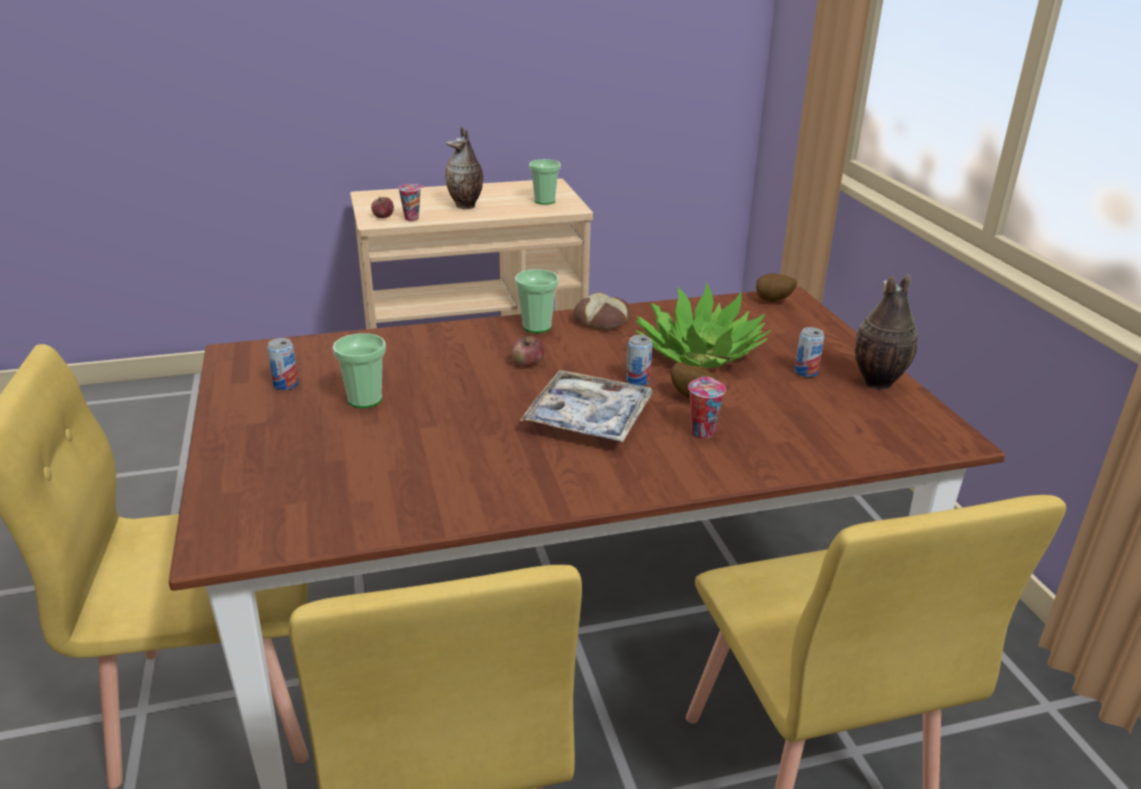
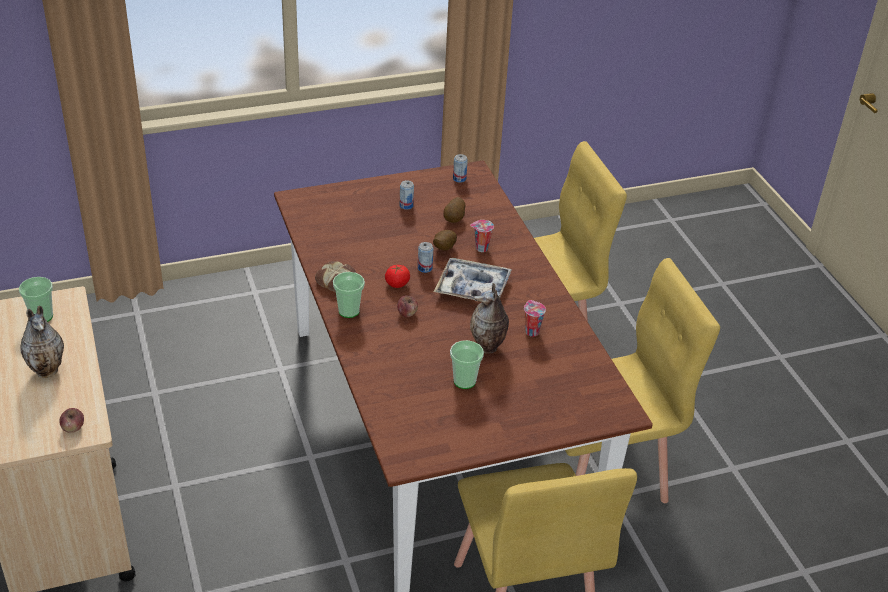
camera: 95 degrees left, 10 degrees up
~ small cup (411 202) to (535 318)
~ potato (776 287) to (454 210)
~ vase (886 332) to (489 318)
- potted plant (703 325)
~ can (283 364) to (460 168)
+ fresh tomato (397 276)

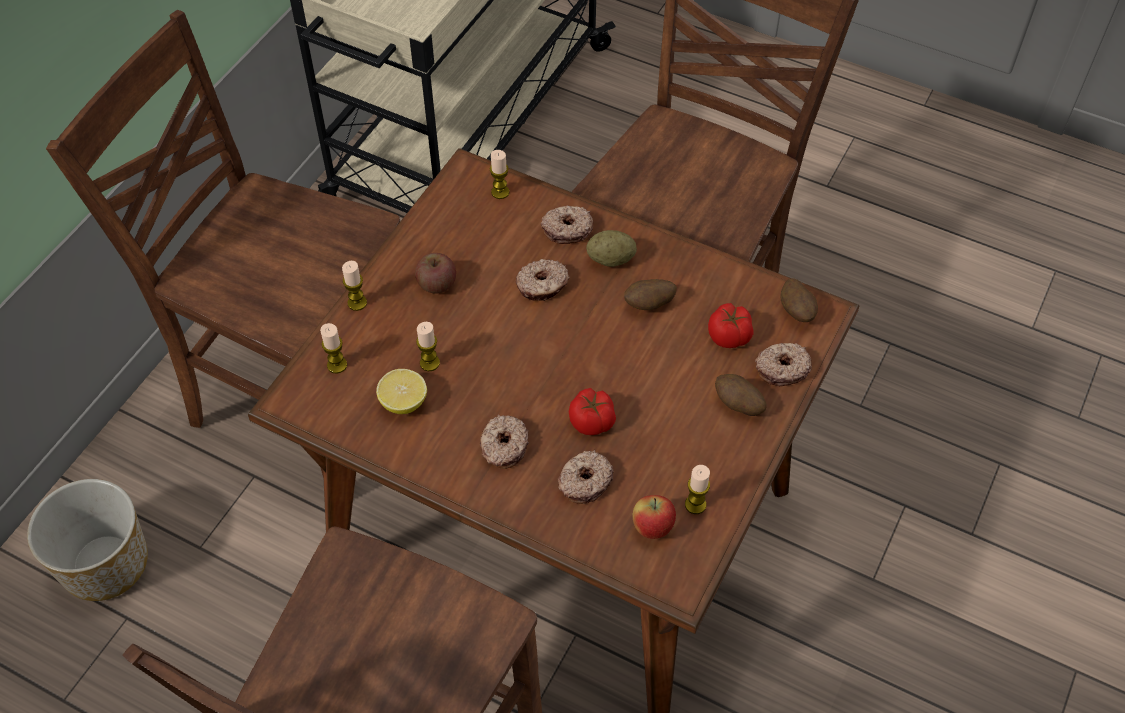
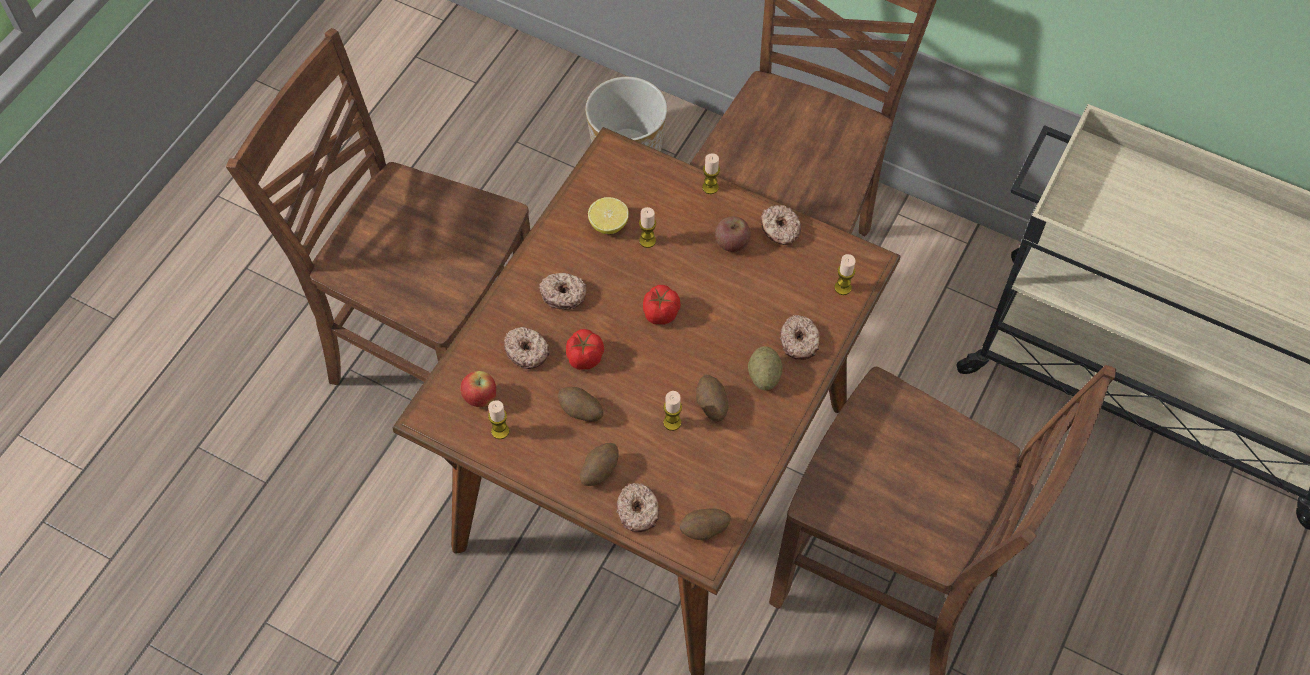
camera: 90 degrees right, 5 degrees up
~ ring doughnut (543 280) to (780 225)
~ fresh tomato (730 325) to (662 304)
~ candle (333 348) to (672 411)
+ potato (580 404)

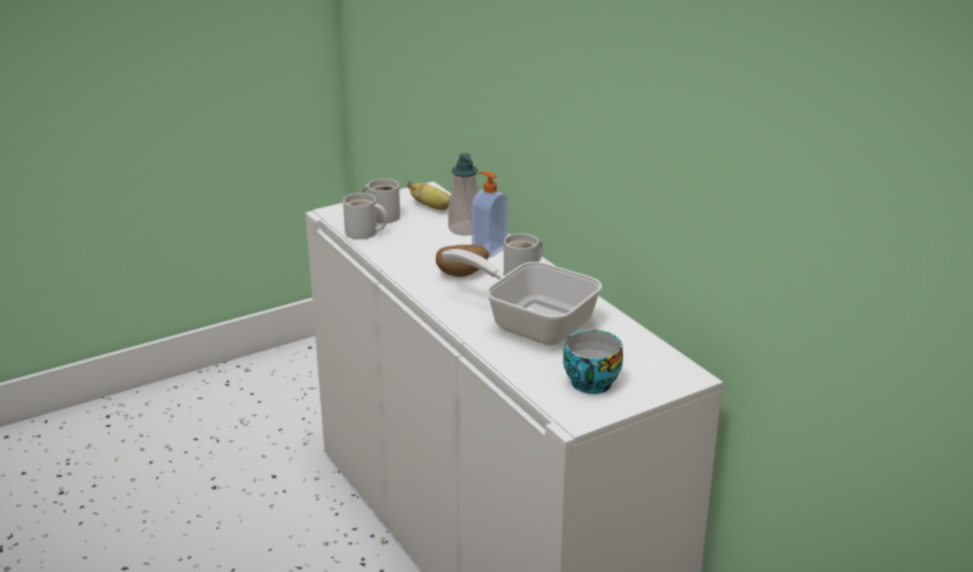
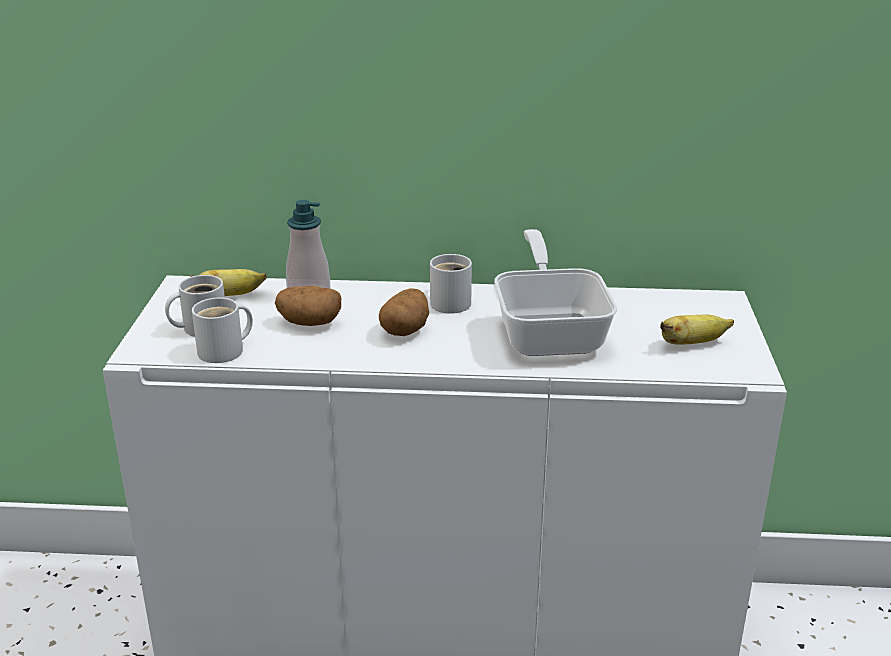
camera: 55 degrees left, 0 degrees up
- soap dispenser (490 214)
~ pan (522 297) = (555 292) 105 degrees clockwise
~ small cup (593 362) to banana (697 330)
+ potato (308 306)

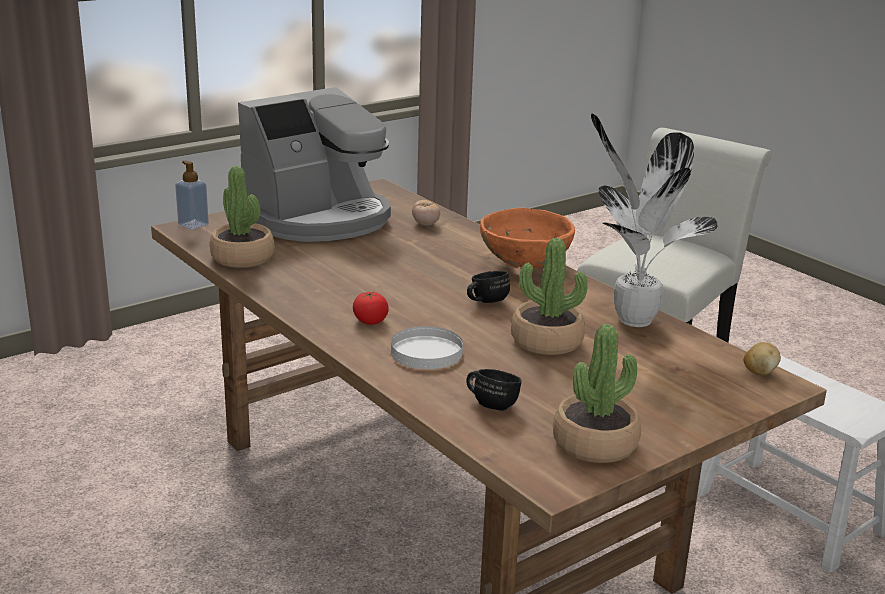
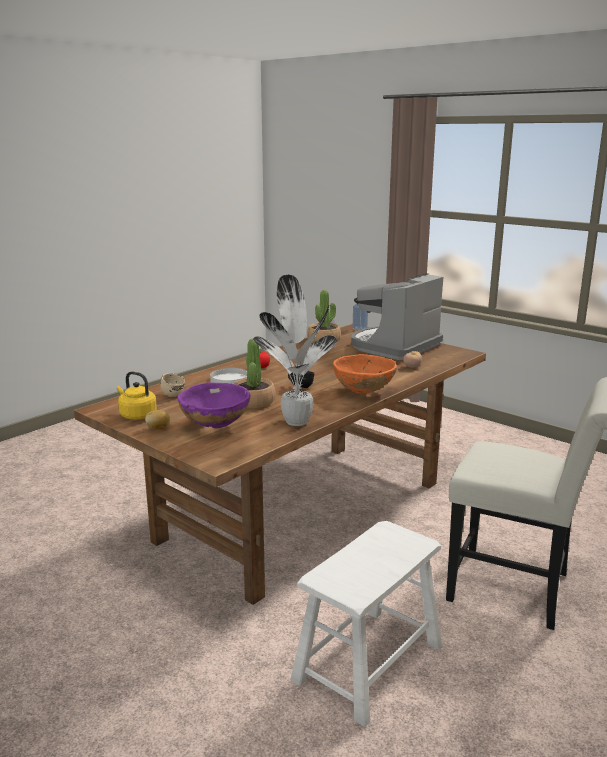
camera: 80 degrees right, 5 degrees down
~ coffee maker (314 164) = (397 316) 90 degrees clockwise
~ potted plant (597 393) to yellowish tea kettle (137 395)
~ potato (762 358) to (157 419)
~ black coffee mug (494 390) to beige-coloured coffee mug (172 385)
+ purple bowl (213 405)

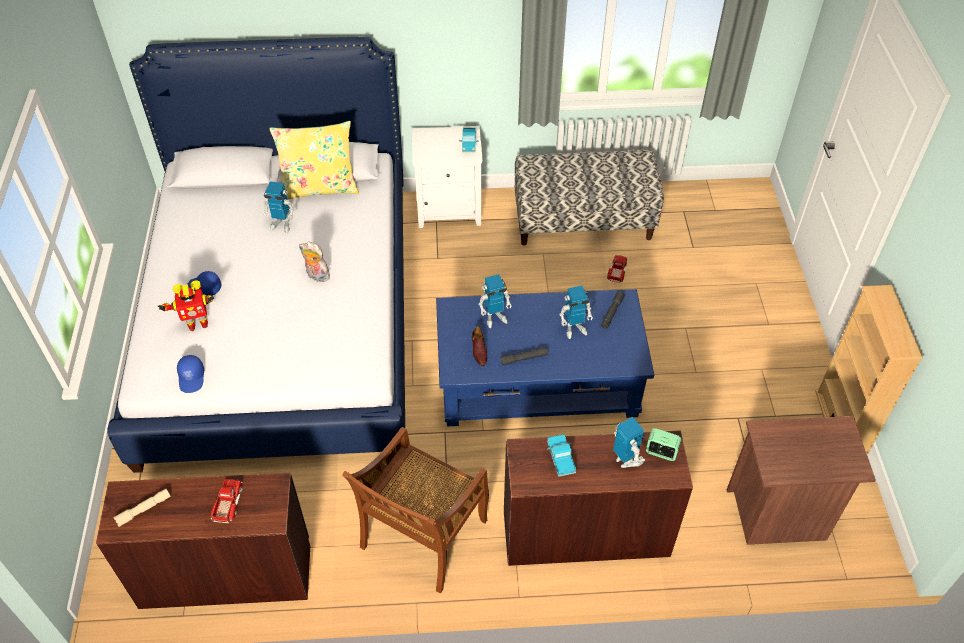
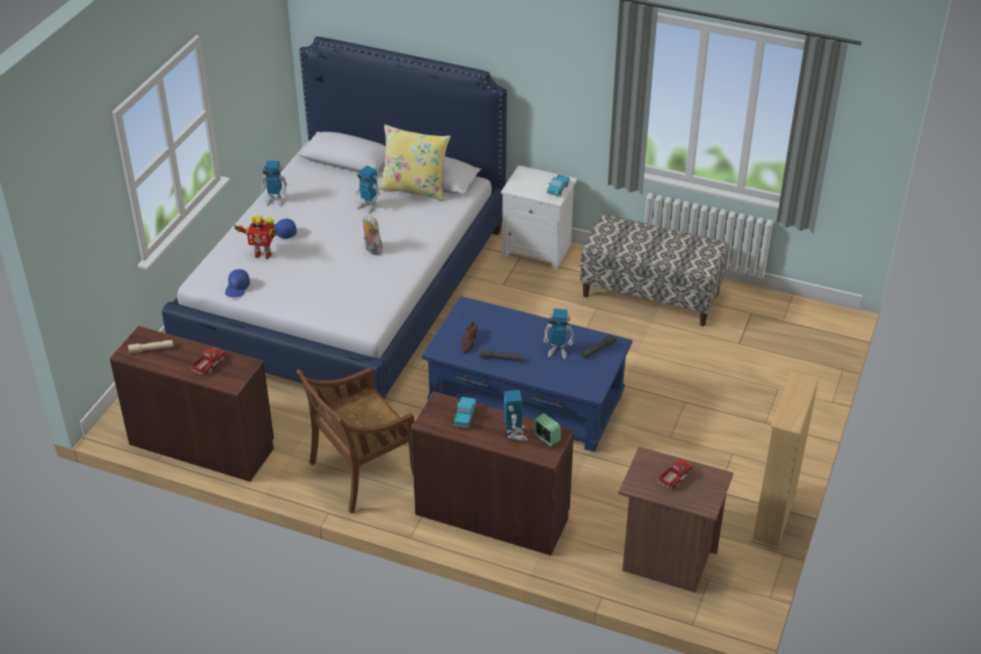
camera: 25 degrees right, 10 degrees down
~ model truck (617 269) to (675 474)
~ robot figure (495 301) to (274 183)

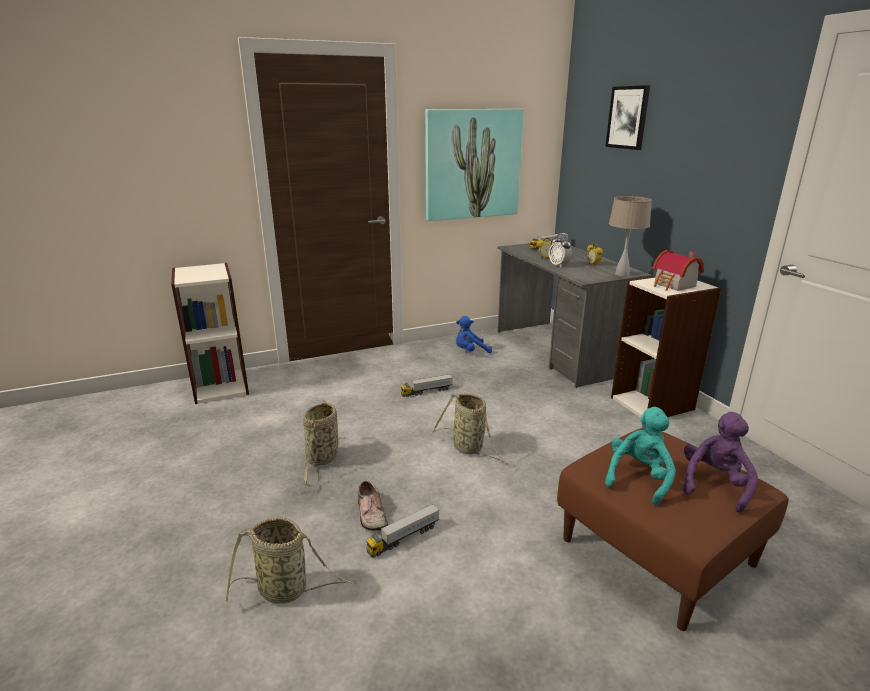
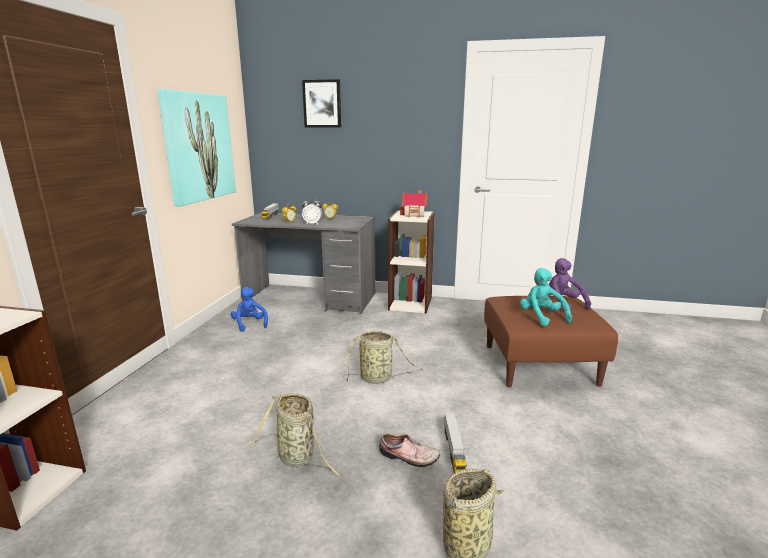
camera: 55 degrees left, 5 degrees down
- beige-coloured table lamp (630 236)
~ blue soft toy (474 334) = (249 309) 135 degrees clockwise
- model truck (427 385)

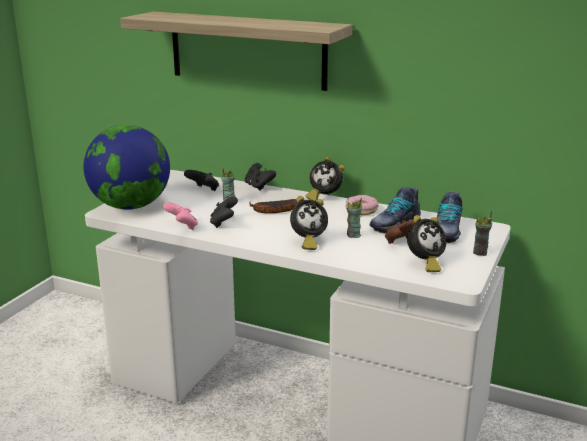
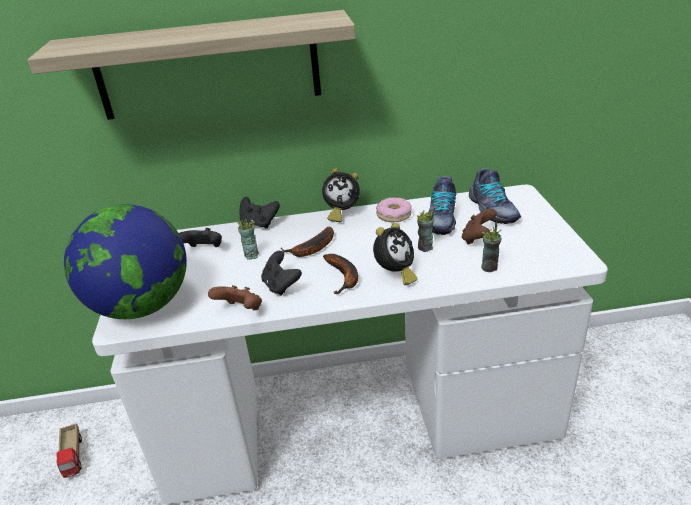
camera: 30 degrees left, 10 degrees up
~ pink-coloured joypad (180 216) to brown joypad (235 297)
~ small cup (482 233) to (491 246)
- bedside clock (426 243)
+ banana (340 274)
+ model truck (69 450)

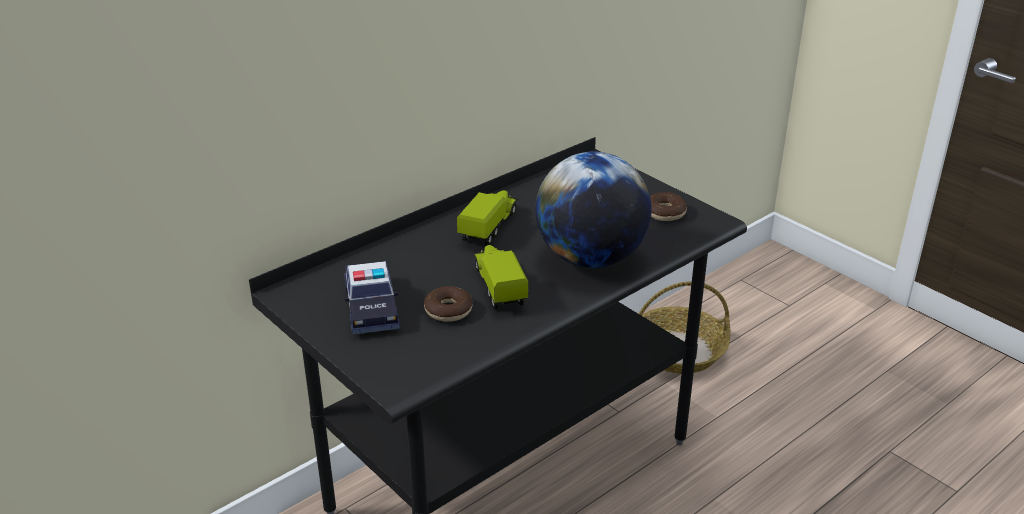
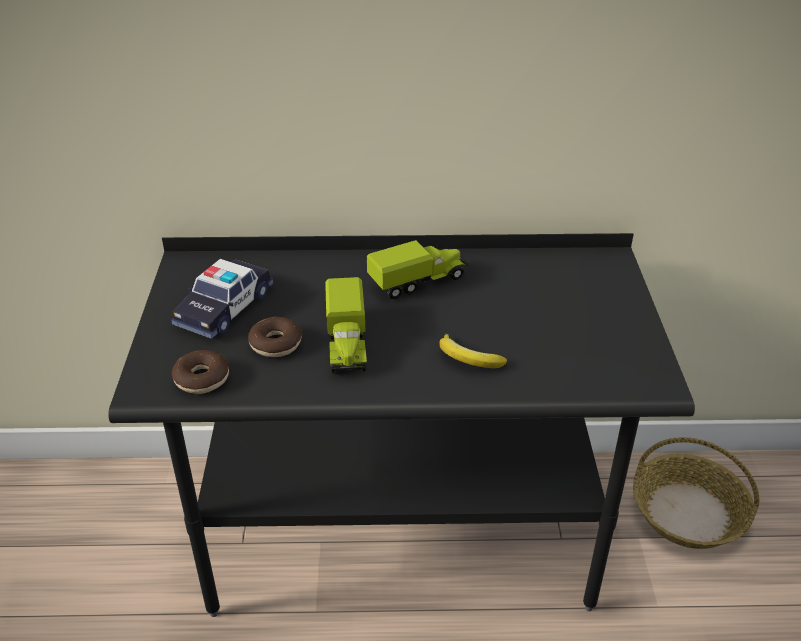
camera: 40 degrees right, 5 degrees up
~ desk globe (593 210) to banana (473 351)
~ ring doughnut (668 206) to (200 372)
~ model truck (501 277) = (346 325) 150 degrees clockwise

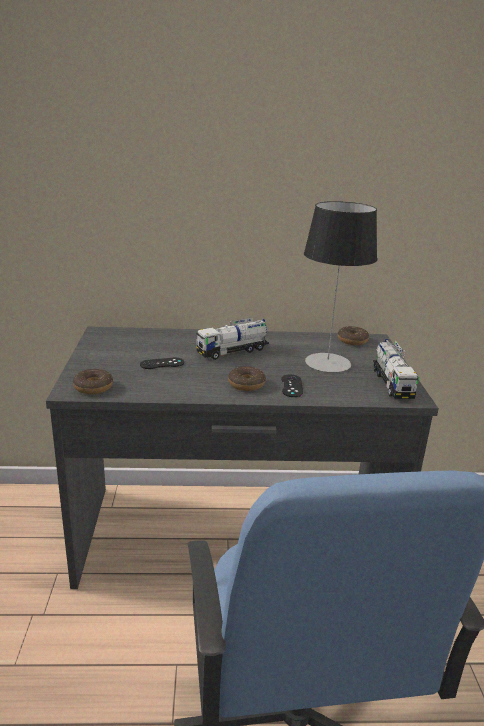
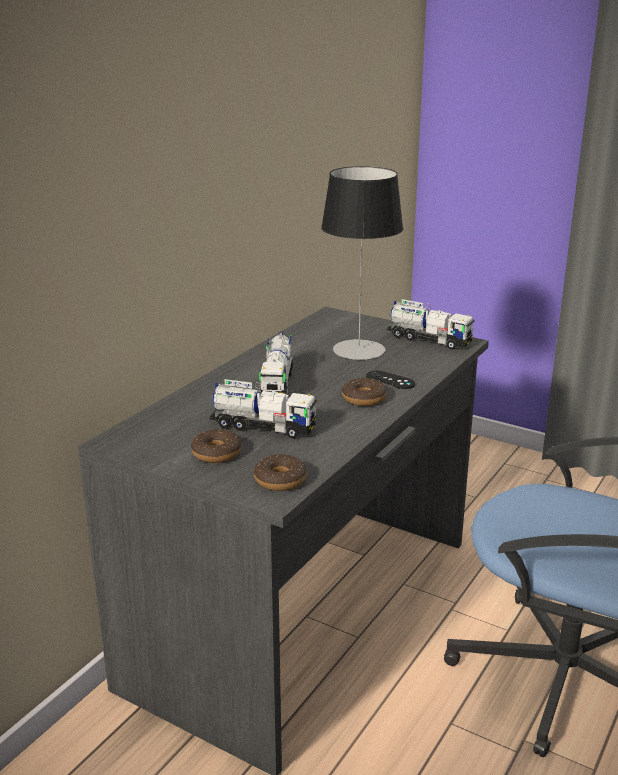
camera: 55 degrees left, 0 degrees up
~ ring doughnut (353 335) to (216 446)
~ black joypad (162 363) to model truck (263 409)

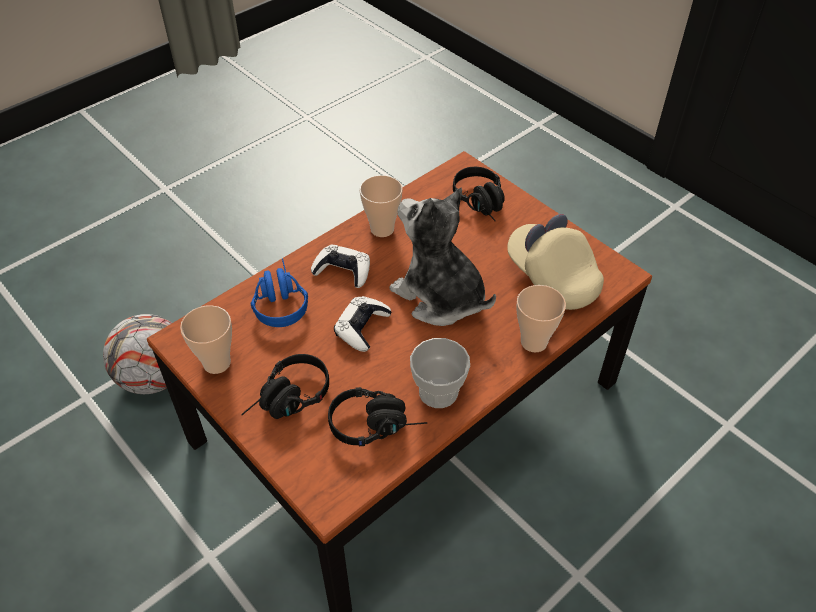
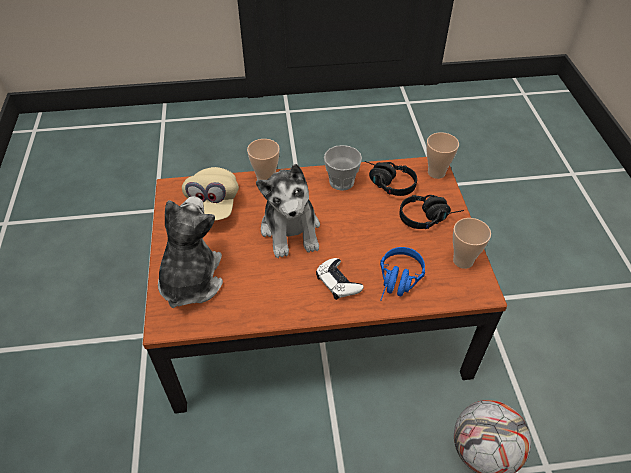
camera: 145 degrees left, 0 degrees up
~ black headphones (479 194) to soft toy (190 252)
~ small cup (381 206) to (442 155)
- whitish joypad (362 324)

